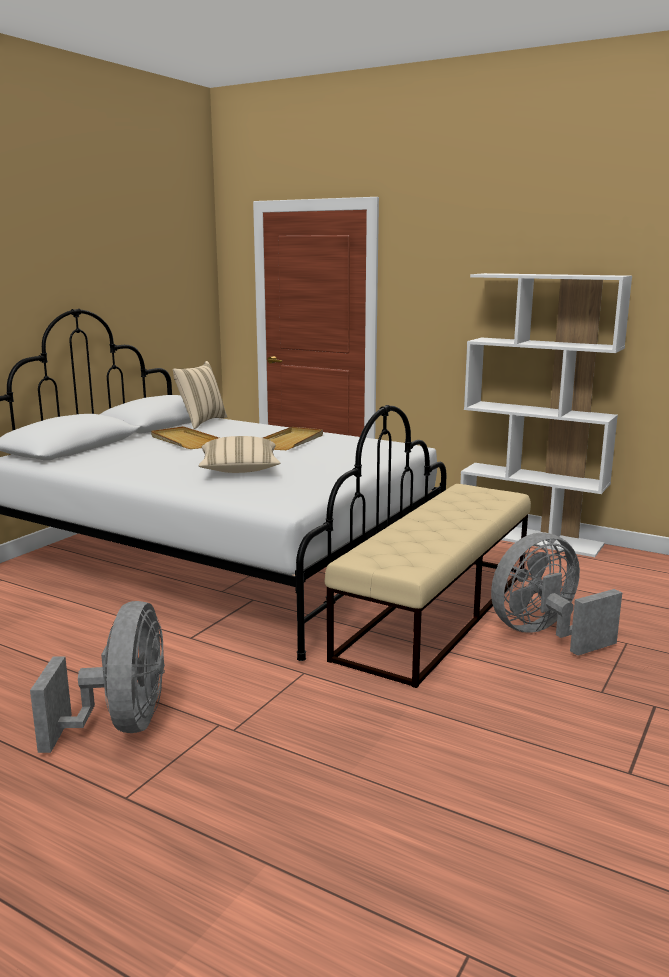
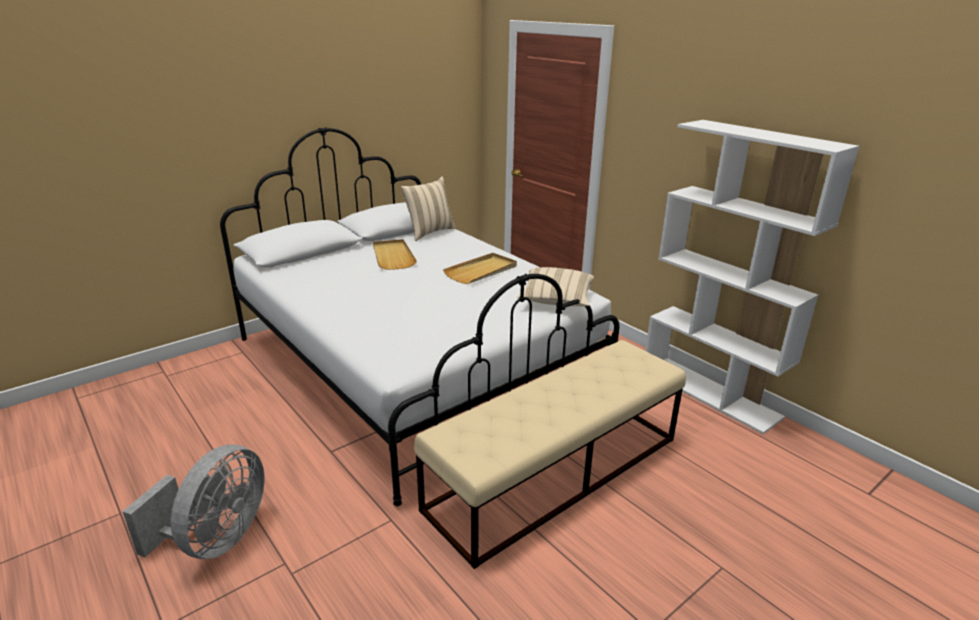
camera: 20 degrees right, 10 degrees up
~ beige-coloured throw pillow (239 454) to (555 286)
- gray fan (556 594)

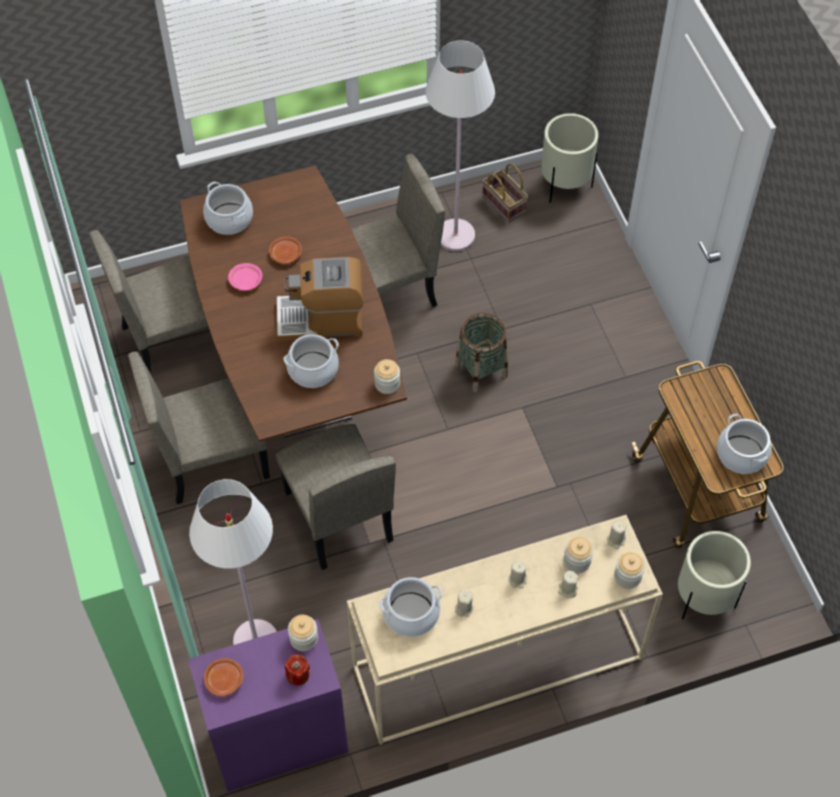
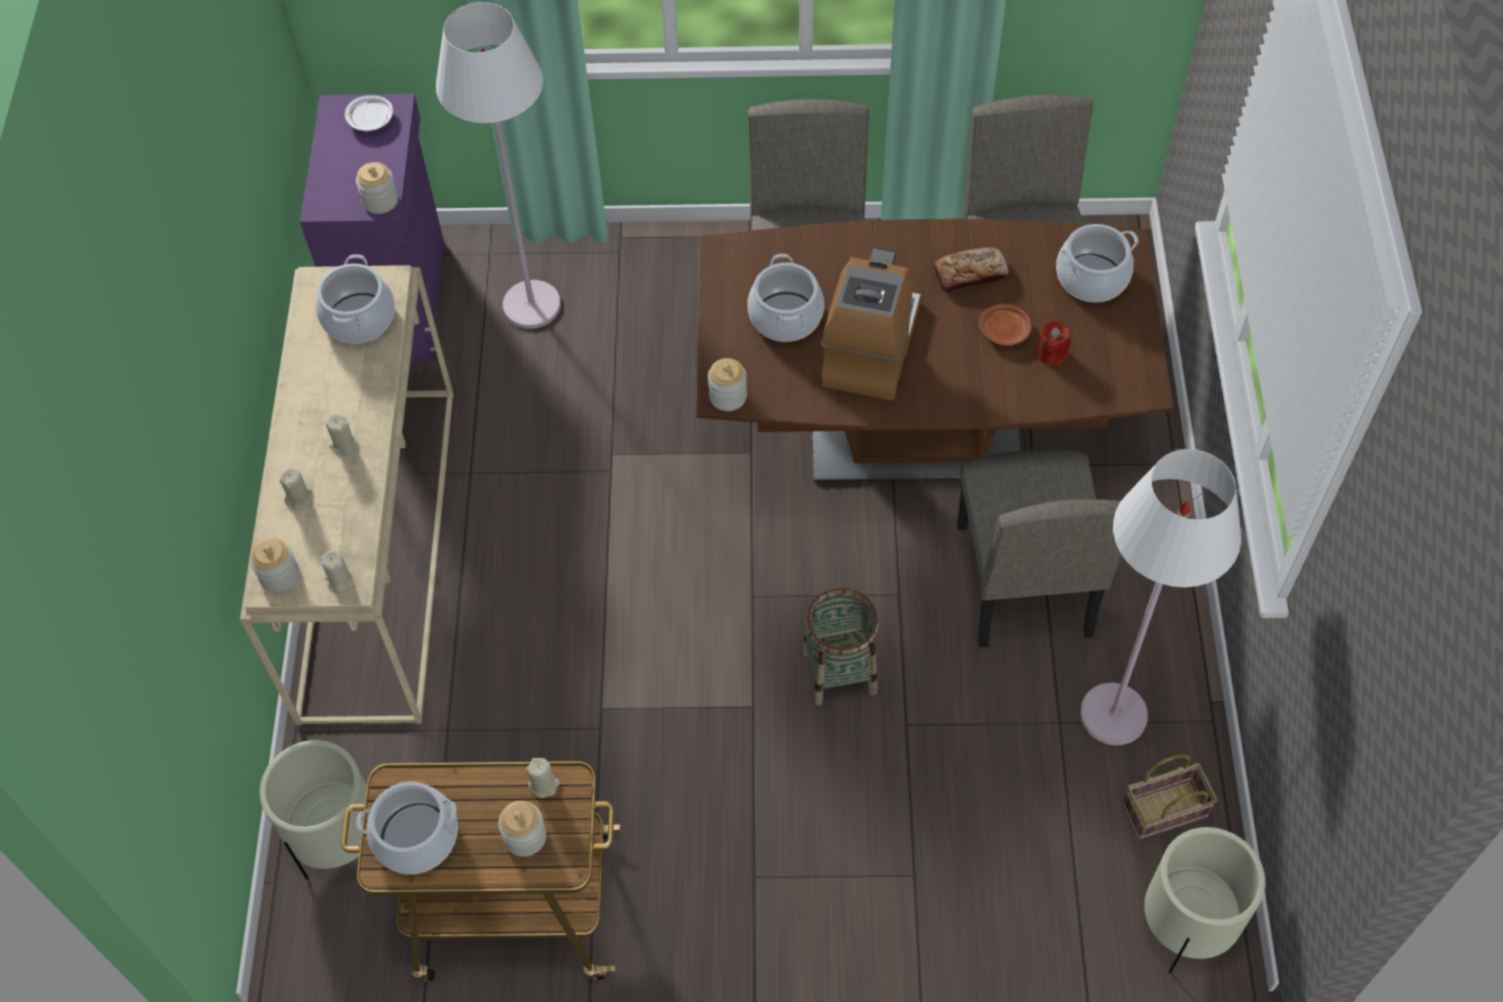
camera: 110 degrees right, 0 degrees up
~ pink-coloured dinner plate (245 277) to bakery bread (971 269)
- beige-coloured upright chair (335 497)
~ storage jar (578 555) to (522 829)
~ beige-coloured candle (464 603) to (543 778)
~ reddish candle (297 670) to (1054 342)
~ brown dinner plate (223 677) to whitish dinner plate (369 113)

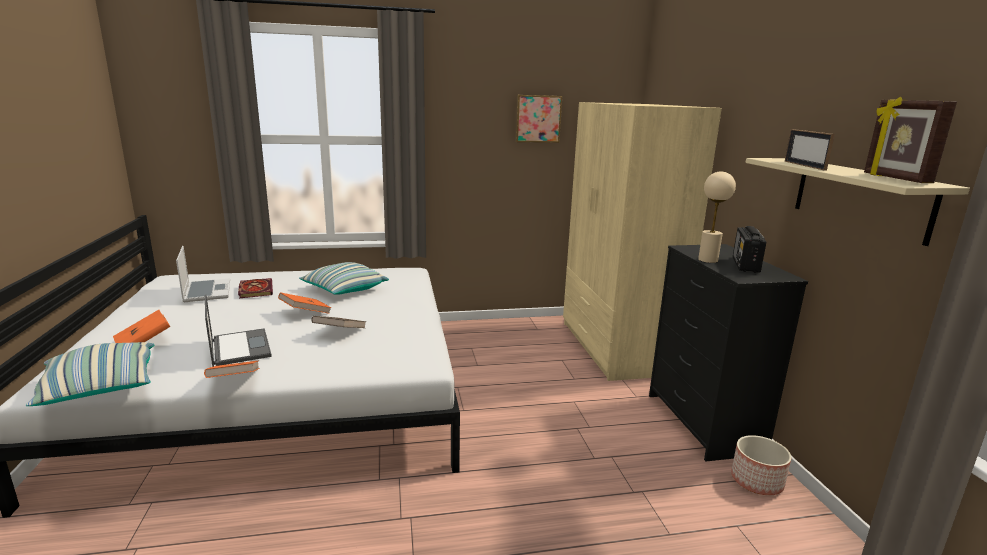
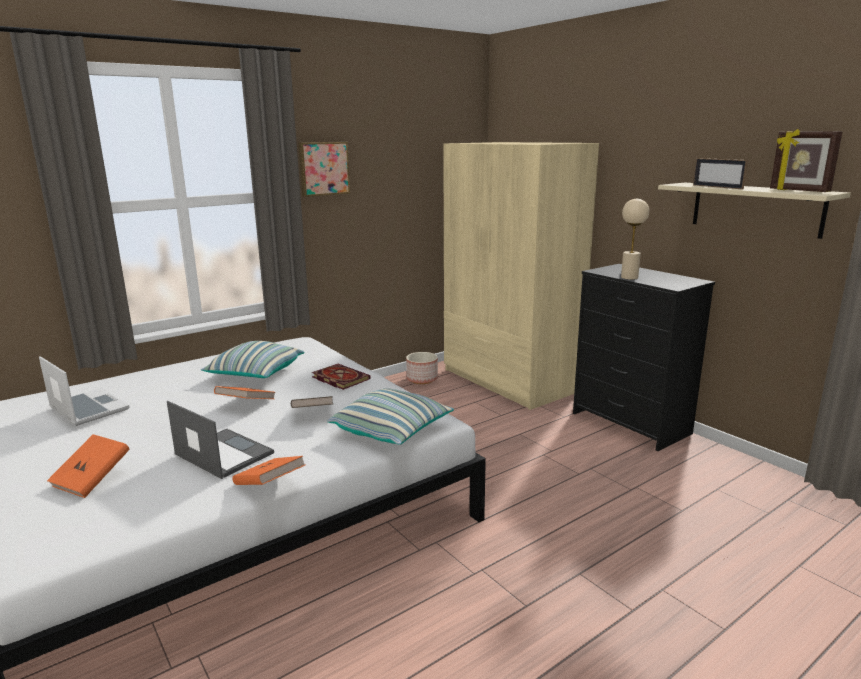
camera: 25 degrees left, 0 degrees up
~ wall art (538 119) to (324 169)
- radio (749 249)
~ book (255 288) to (341 377)
~ throw pillow (90 374) to (391 416)
~ flower pot (761 465) to (422 368)

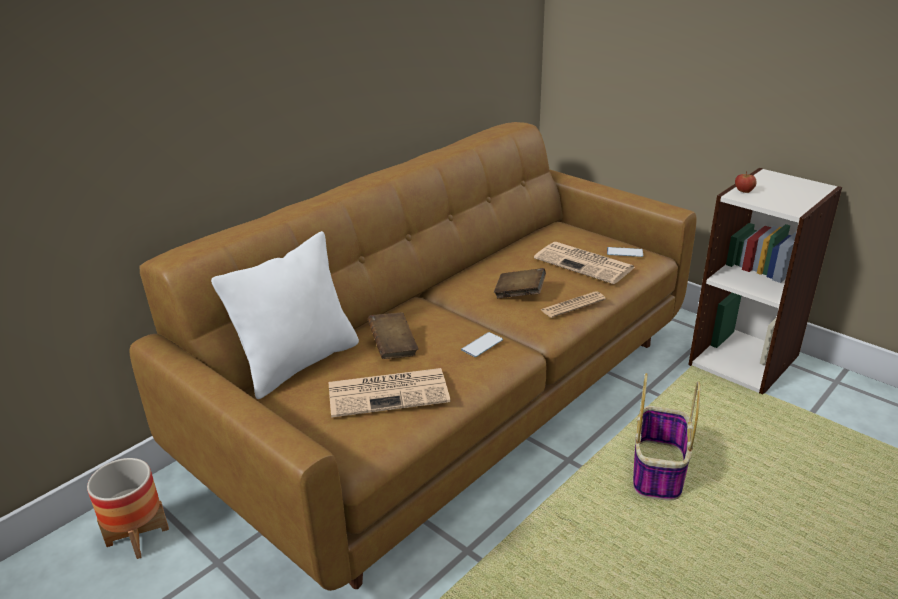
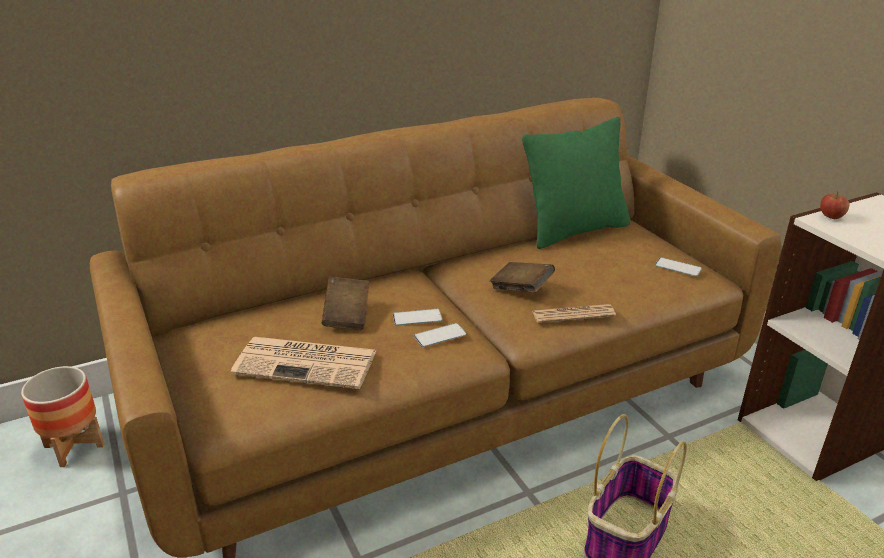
camera: 20 degrees right, 0 degrees up
- whitish throw pillow (285 315)
- newspaper (584 263)
+ green throw pillow (576 183)
+ telephone (418 317)

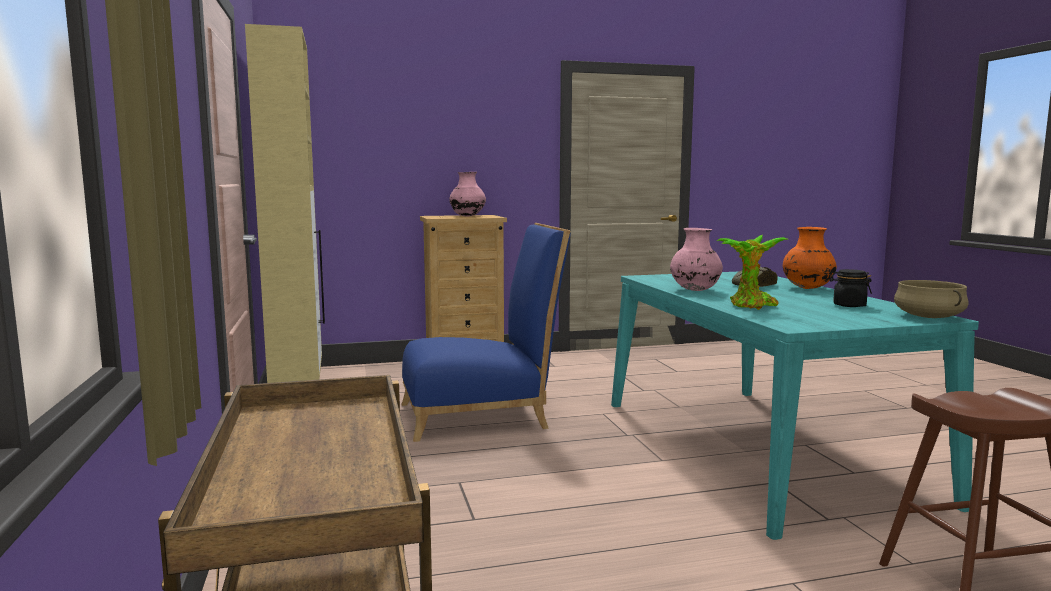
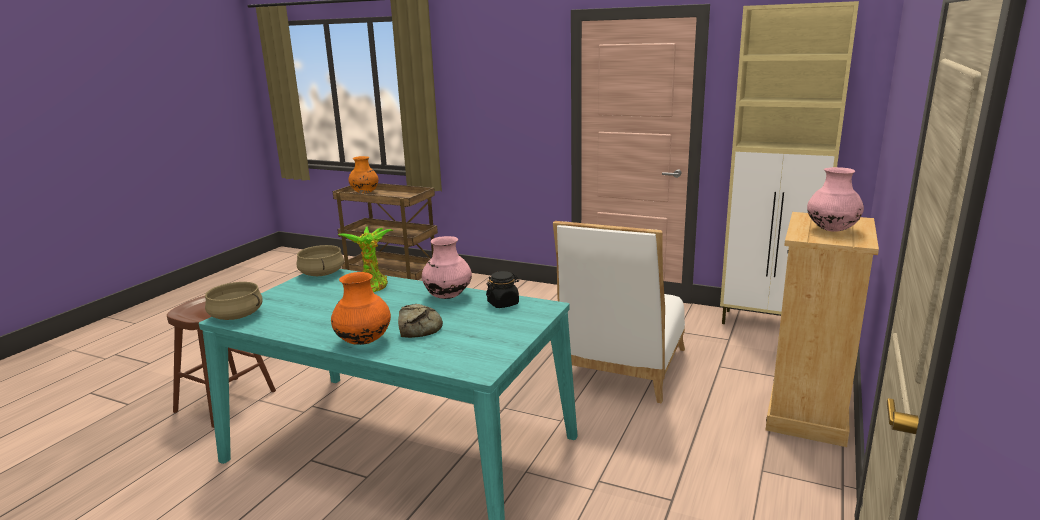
camera: 130 degrees right, 10 degrees up
~ blue upright chair (486 332) to whitish upright chair (619 312)
~ black storage jar (851 288) to (502 289)
+ orangey vase (363 174)
+ beige-coloured cooking pot (320 260)

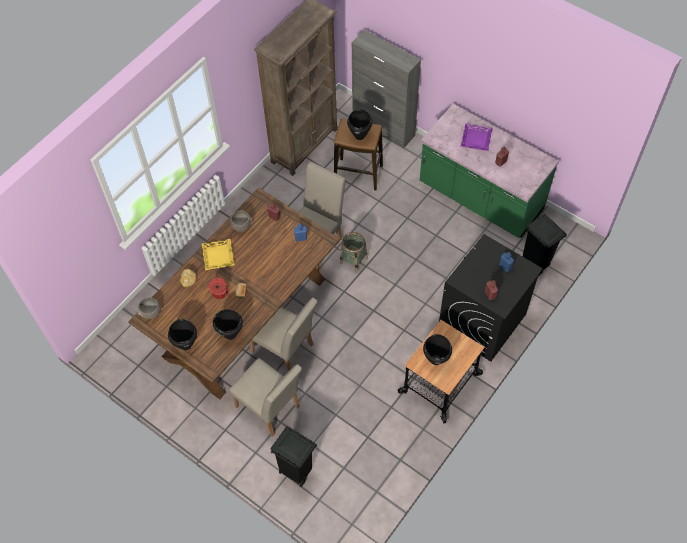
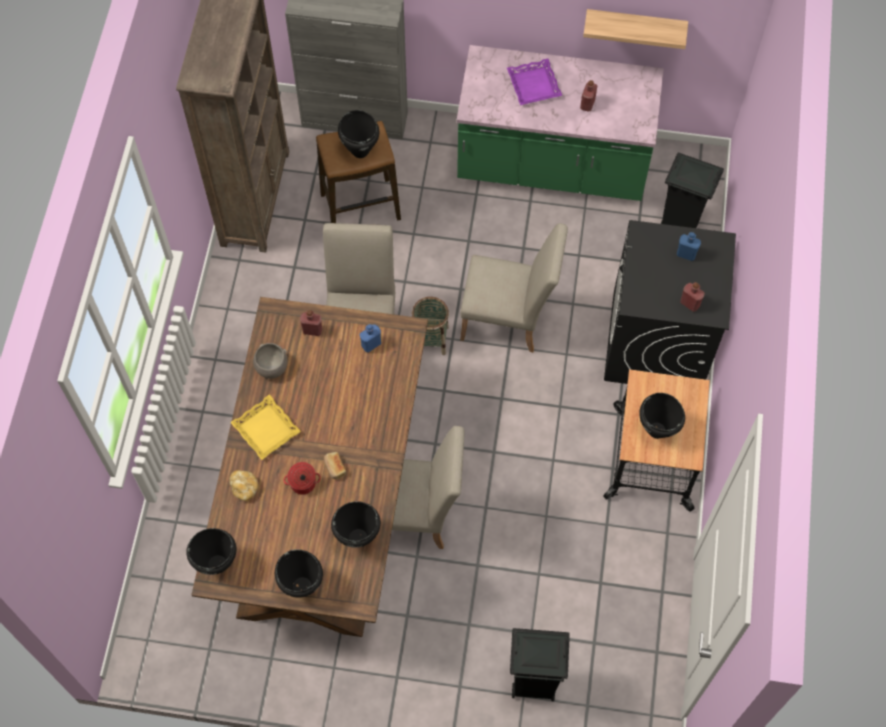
camera: 30 degrees left, 5 degrees up
~ gray bowl (149 308) to black cooking pot (211 551)
~ beige-coloured upright chair (265 397) to (514 287)
+ wall shelf (635 29)

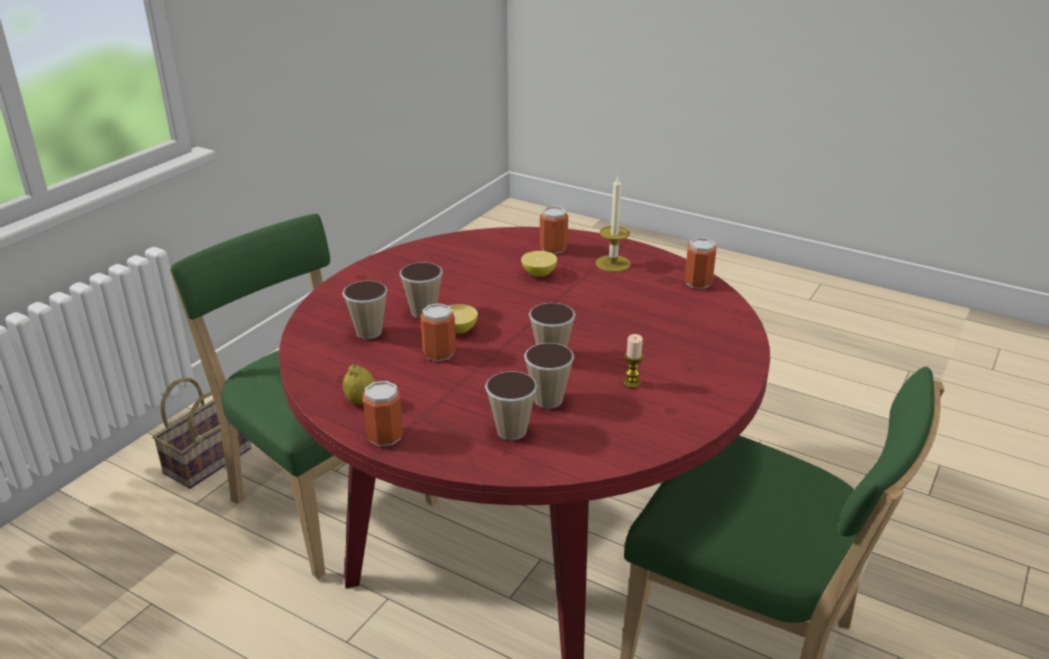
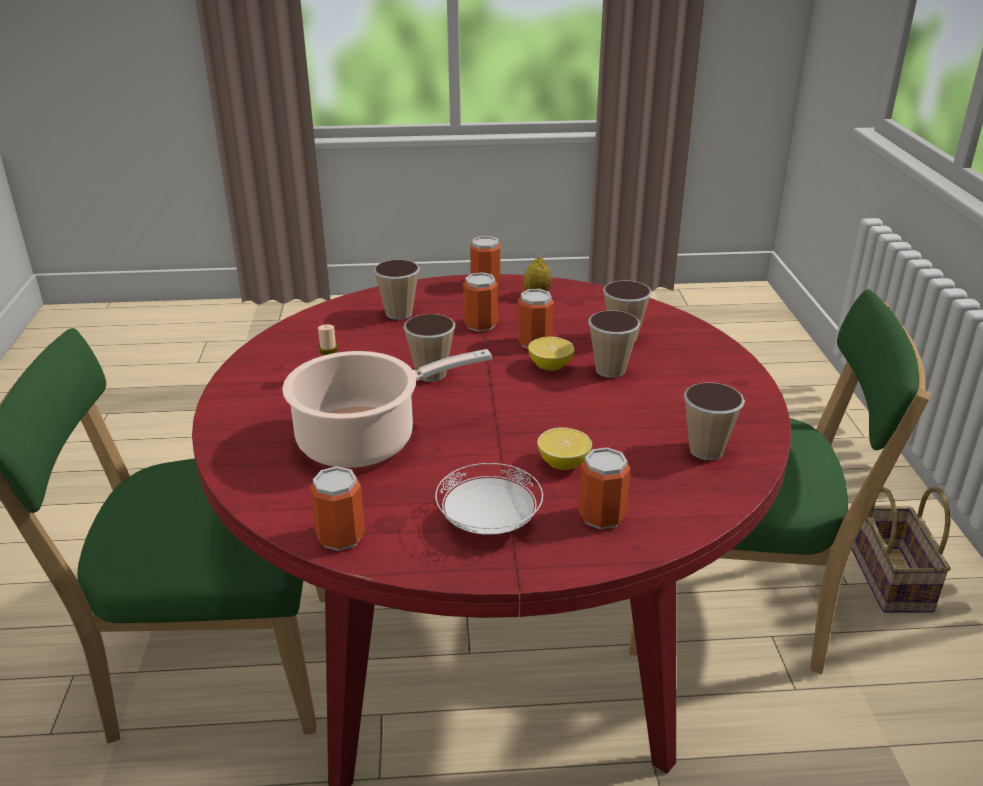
camera: 145 degrees right, 0 degrees up
~ candle (613 224) to whitish dinner plate (489 499)
~ small cup (549 376) to (714 421)
+ can (480 302)
+ cooking pot (387 408)

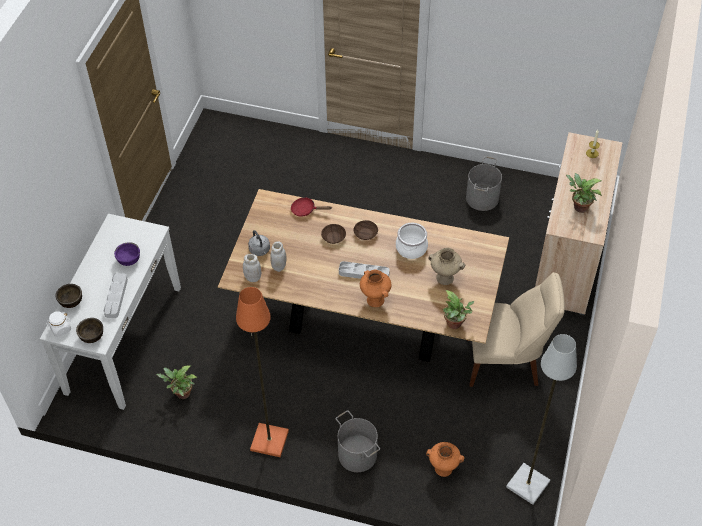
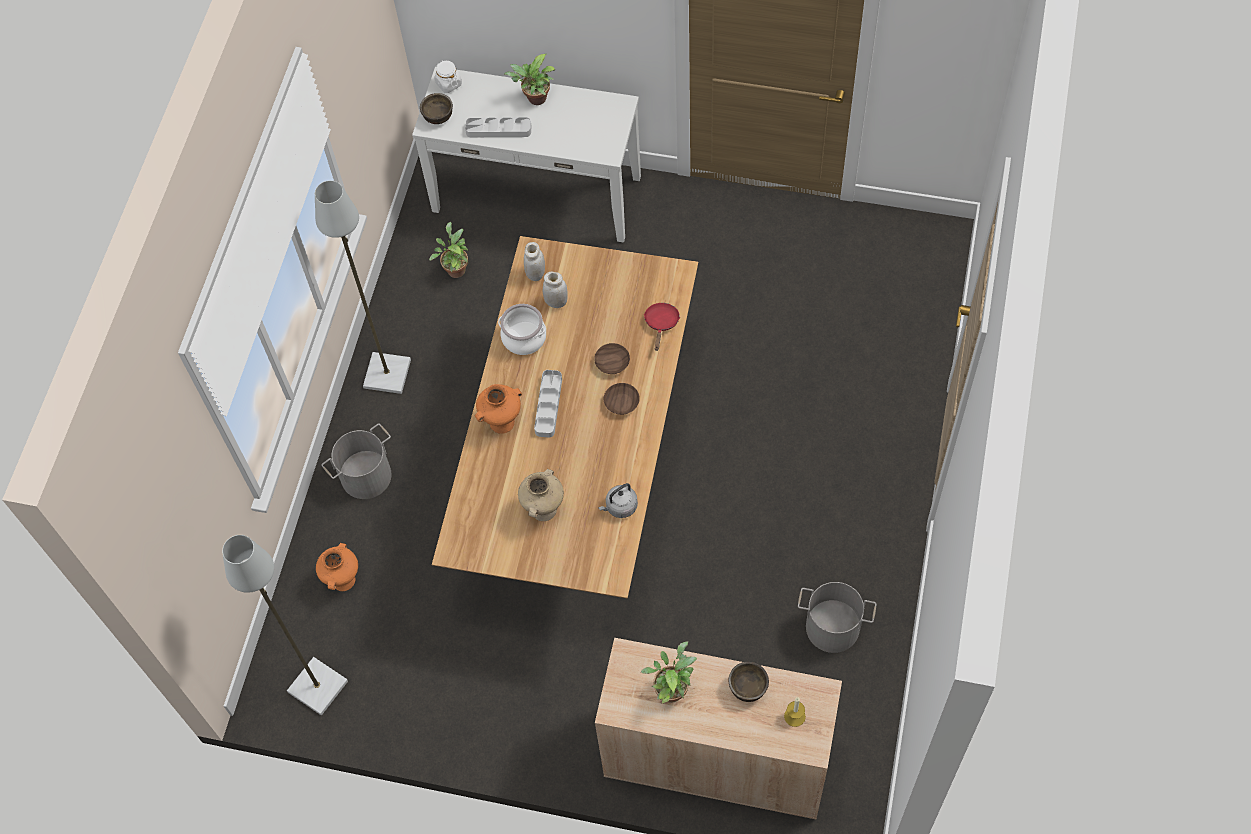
camera: 90 degrees right, 10 degrees up
~ cooking pot (412 241) to (522 329)
~ gray tea kettle (259 243) to (618 500)
- purple bowl (127 254)
- beige-coloured upright chair (516 329)
~ brown bowl (69 296) to (749 682)
~ orangey standard lamp (262 372) to gray standard lamp (363 287)
~ potted plant (458 309) to (530 79)

